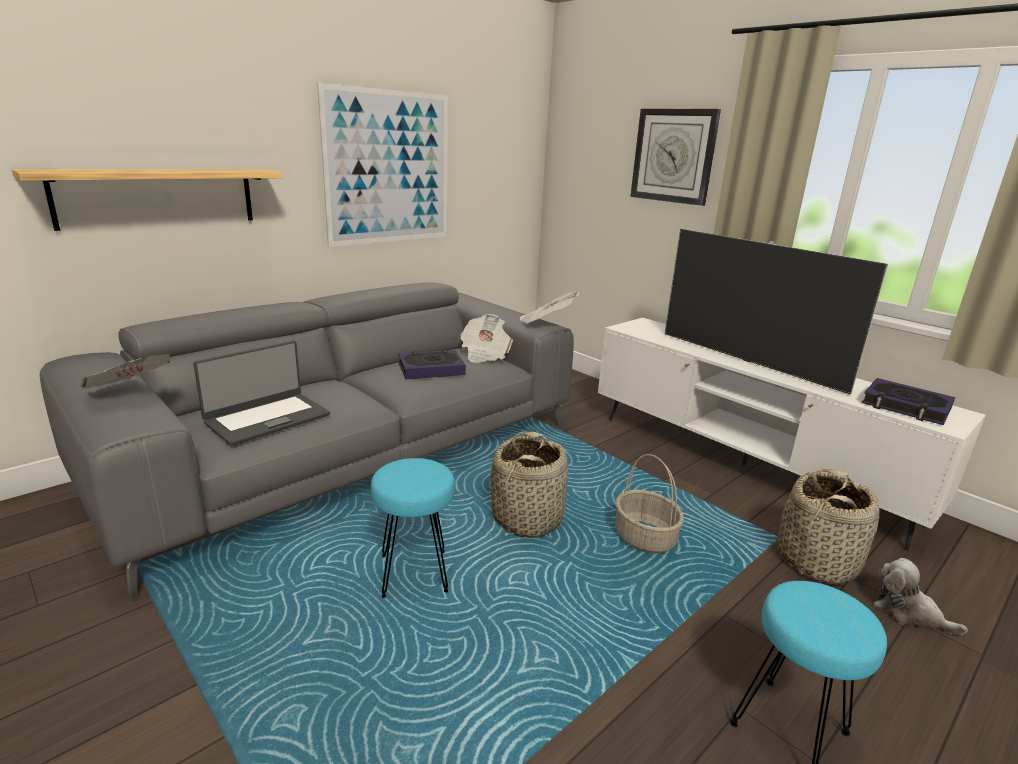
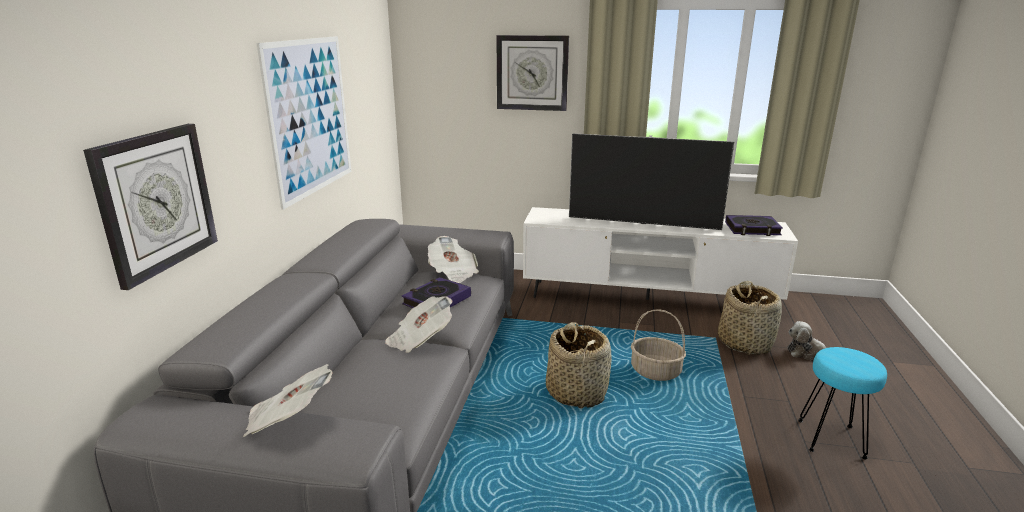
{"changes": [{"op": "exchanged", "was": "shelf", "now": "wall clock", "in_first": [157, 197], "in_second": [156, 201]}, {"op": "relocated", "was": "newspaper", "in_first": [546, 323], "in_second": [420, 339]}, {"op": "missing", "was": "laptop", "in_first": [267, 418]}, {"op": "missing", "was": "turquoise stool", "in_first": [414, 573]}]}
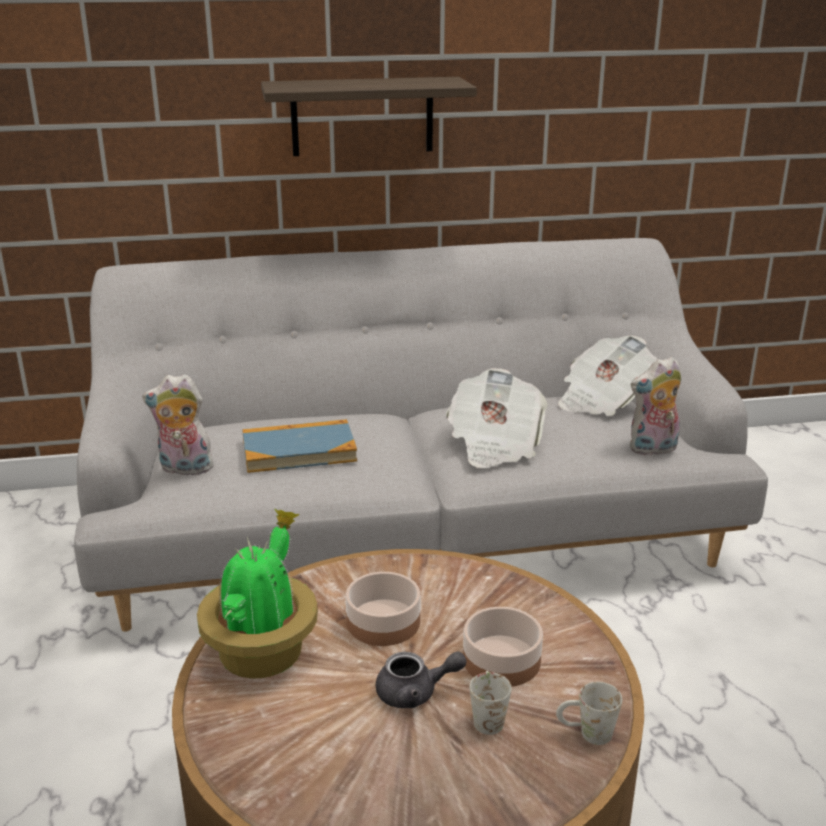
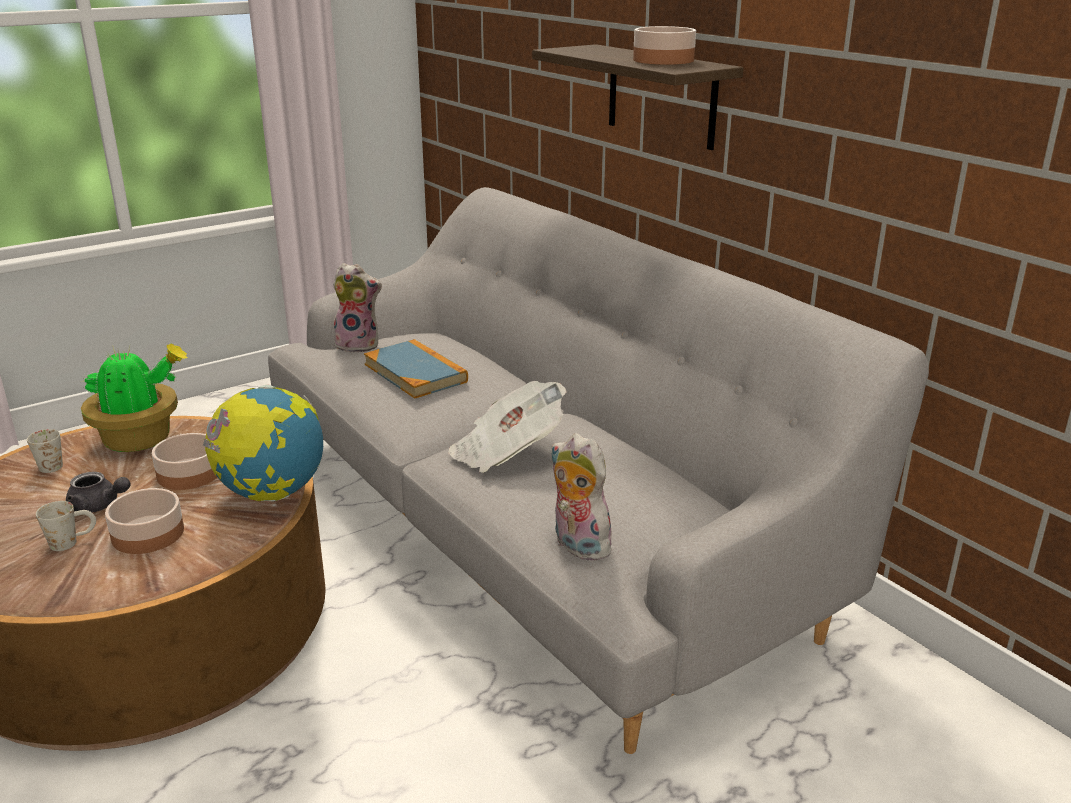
{"changes": [{"op": "missing", "was": "newspaper", "in_first": [603, 400]}, {"op": "spun", "was": "plush toy", "in_first": [184, 469], "in_second": [359, 345], "clockwise": 120}, {"op": "spun", "was": "grey teapot", "in_first": [415, 693], "in_second": [98, 506], "clockwise": -45}, {"op": "relocated", "was": "white mug", "in_first": [586, 734], "in_second": [51, 464]}, {"op": "appeared", "now": "bowl", "in_second": [664, 60]}, {"op": "appeared", "now": "globe", "in_second": [272, 494]}]}
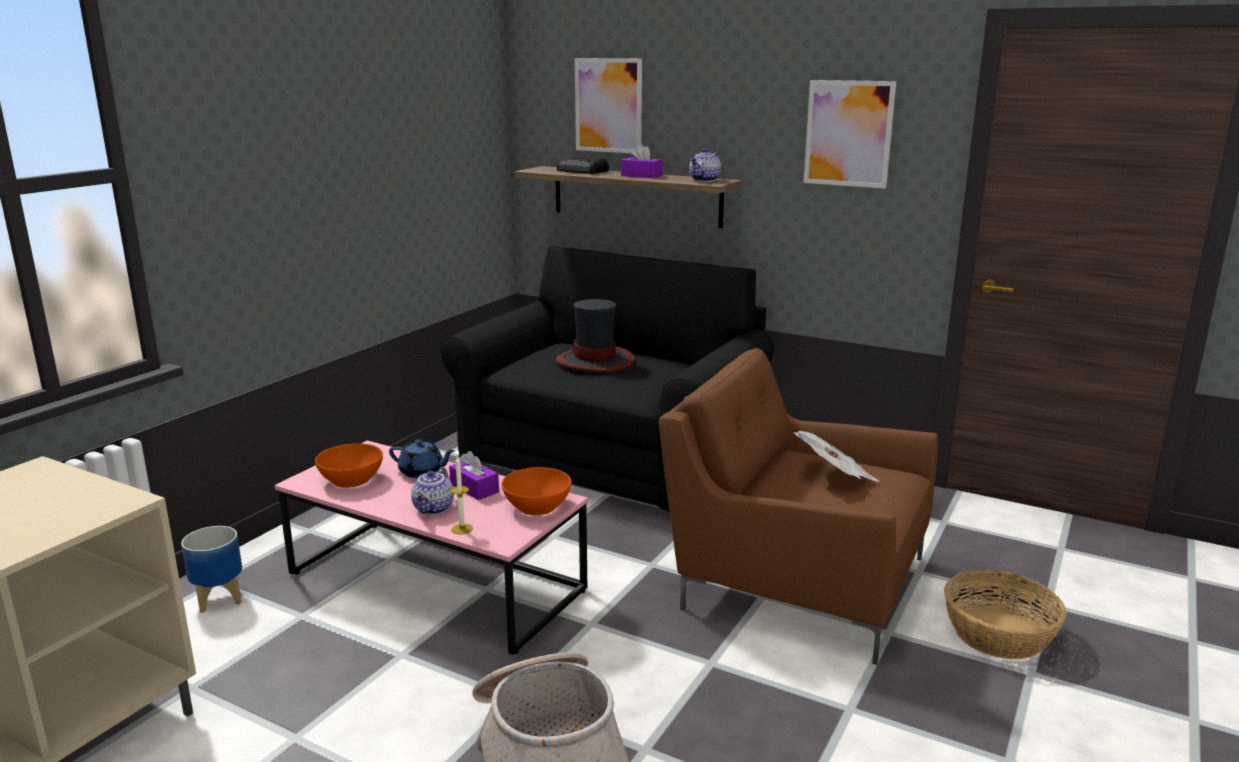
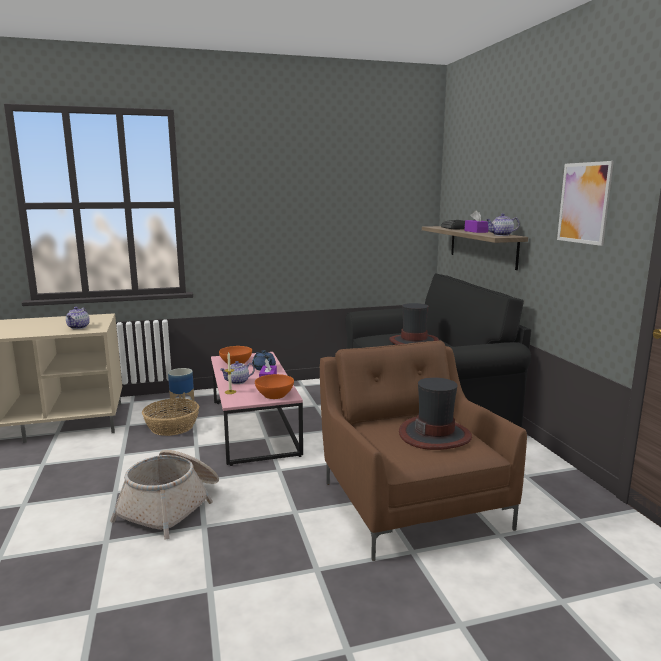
{"changes": [{"op": "missing", "was": "picture", "in_first": [608, 105]}, {"op": "exchanged", "was": "newspaper", "now": "hat", "in_first": [834, 477], "in_second": [435, 435]}, {"op": "relocated", "was": "basket", "in_first": [998, 634], "in_second": [171, 427]}, {"op": "appeared", "now": "teapot", "in_second": [79, 327]}]}
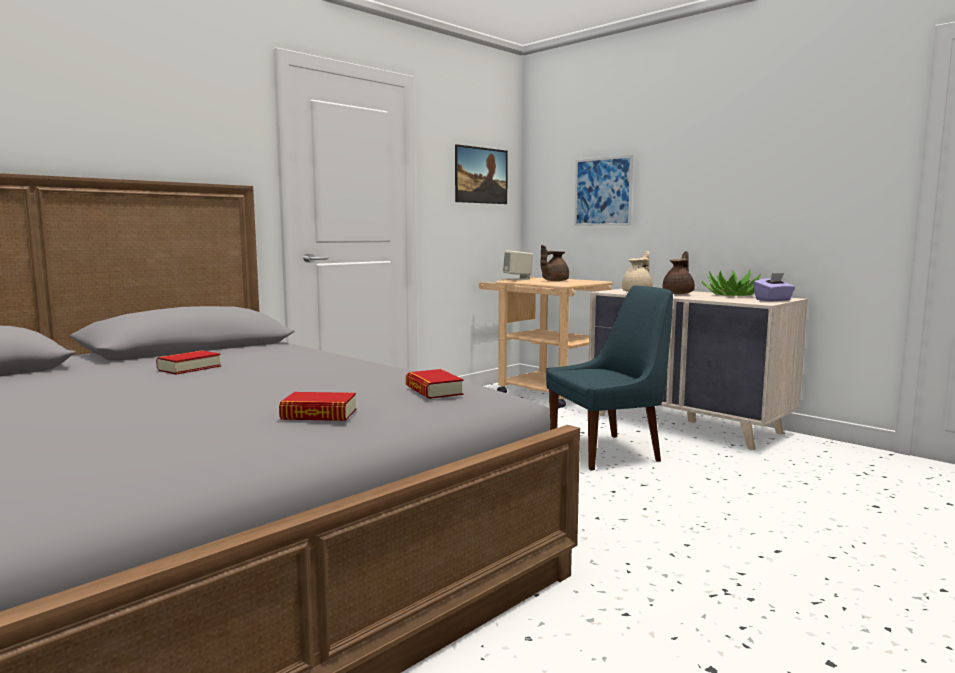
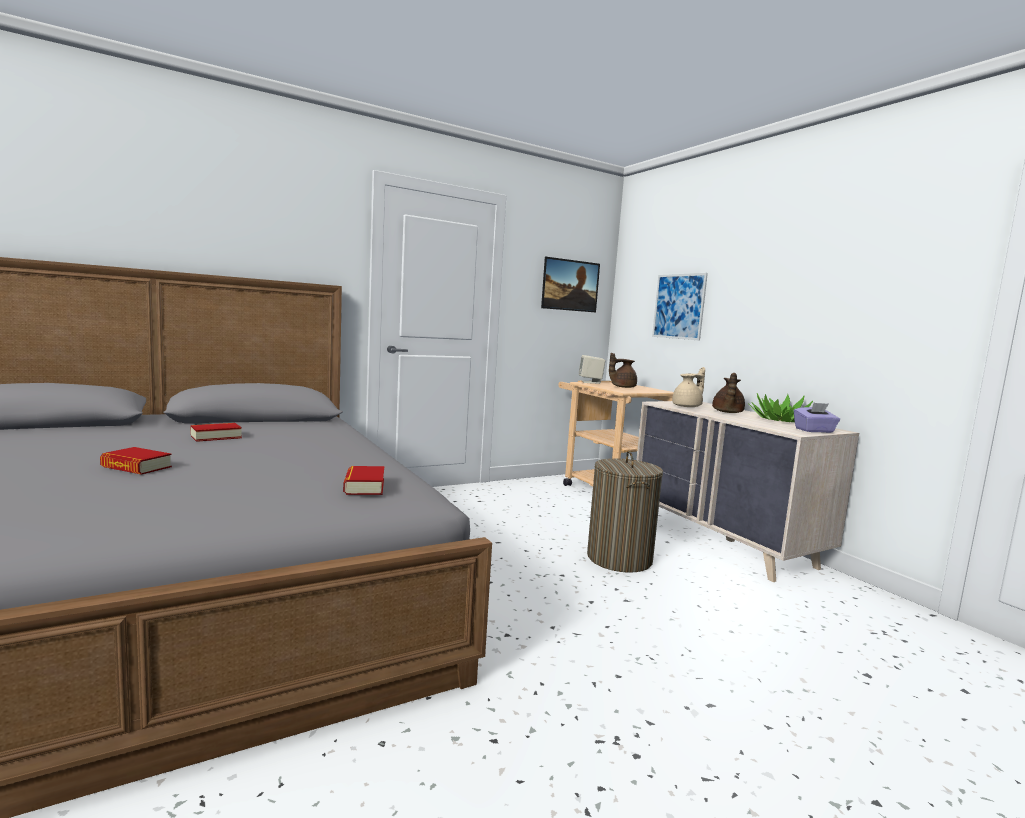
{"changes": [{"op": "spun", "was": "brown teapot", "in_first": [679, 293], "in_second": [727, 412], "clockwise": 150}, {"op": "exchanged", "was": "blue chair", "now": "laundry basket", "in_first": [608, 451], "in_second": [619, 559]}, {"op": "relocated", "was": "book", "in_first": [319, 414], "in_second": [136, 467]}]}
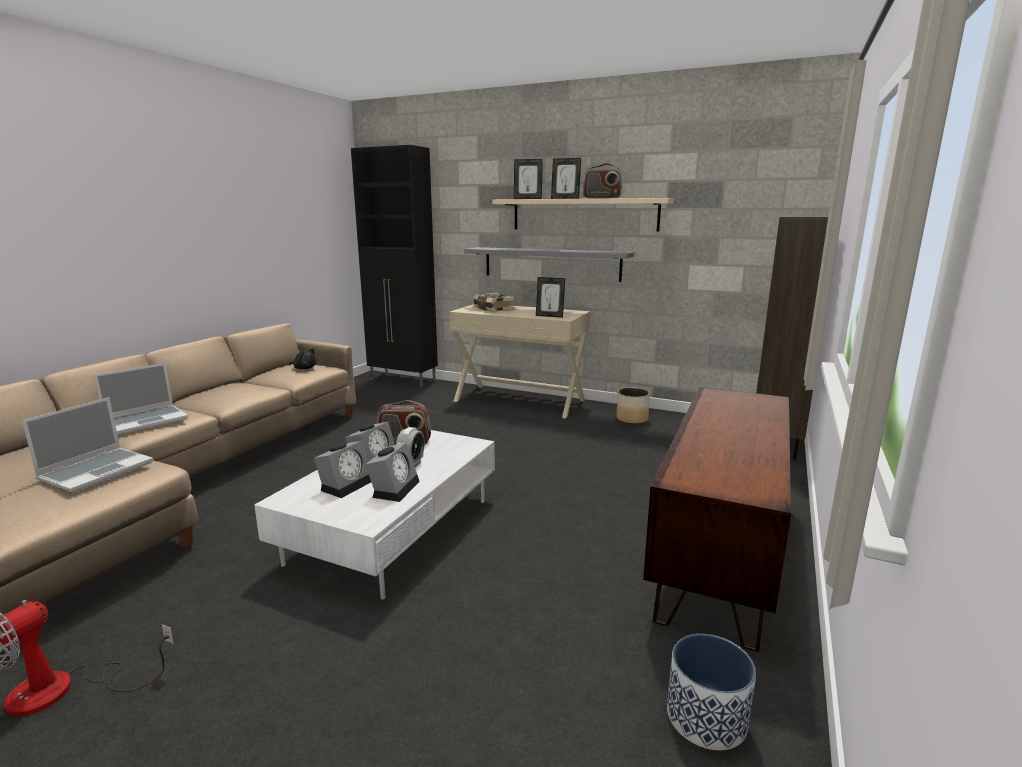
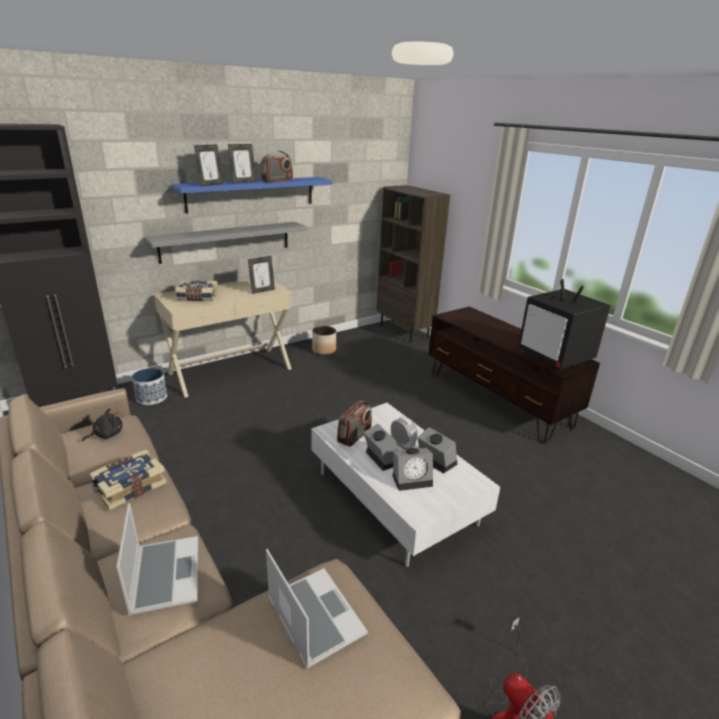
{"changes": [{"op": "colour", "was": "beige shelf", "now": "blue shelf", "in_first": [584, 214], "in_second": [251, 194]}, {"op": "spun", "was": "alarm clock", "in_first": [347, 484], "in_second": [412, 479], "clockwise": 105}, {"op": "relocated", "was": "planter", "in_first": [706, 718], "in_second": [152, 398]}, {"op": "appeared", "now": "television", "in_second": [556, 357]}, {"op": "appeared", "now": "book", "in_second": [129, 486]}]}
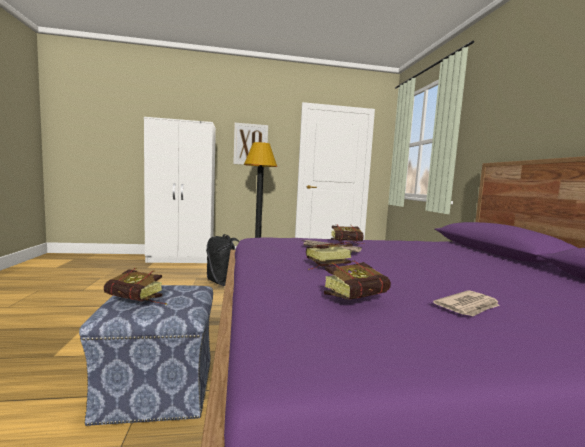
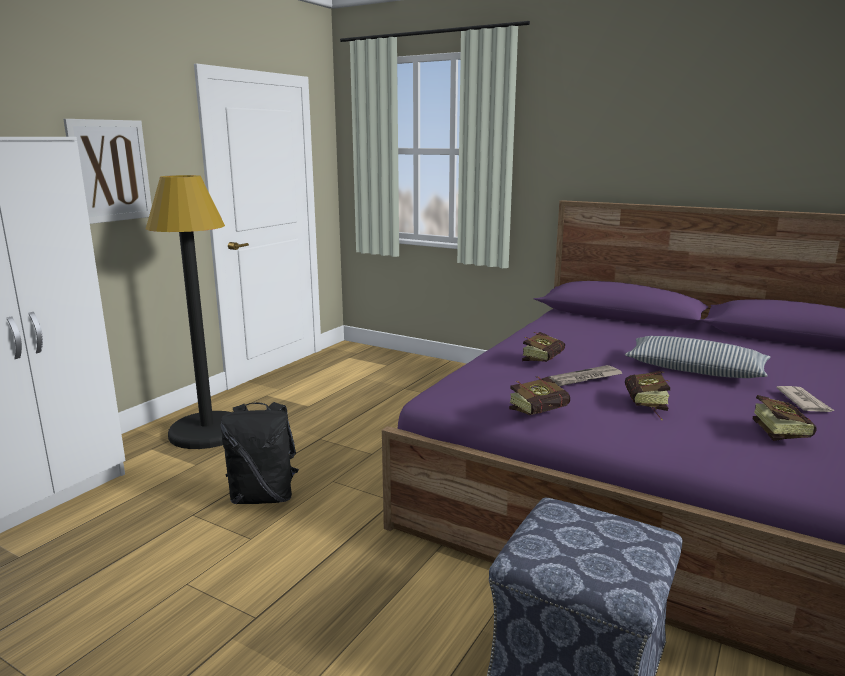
{"changes": [{"op": "relocated", "was": "book", "in_first": [138, 302], "in_second": [543, 413]}, {"op": "appeared", "now": "pillow", "in_second": [695, 370]}]}
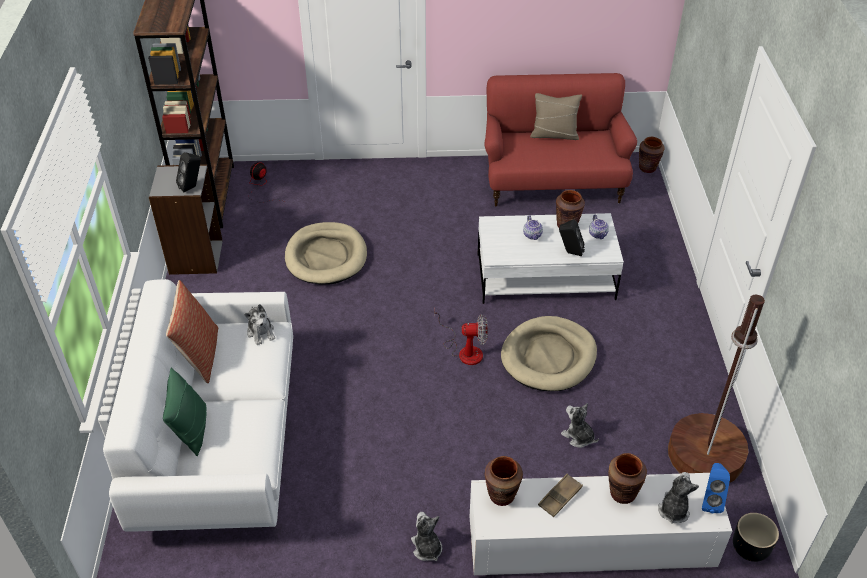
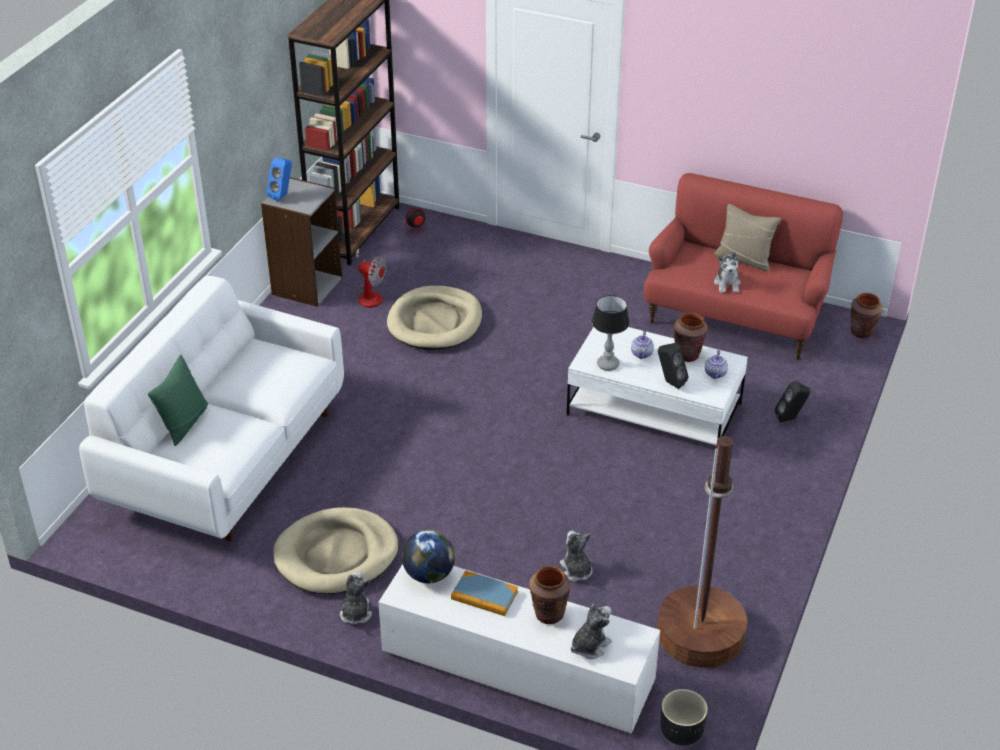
{"changes": [{"op": "relocated", "was": "black speaker", "in_first": [192, 187], "in_second": [790, 419]}, {"op": "missing", "was": "pillow", "in_first": [200, 355]}, {"op": "relocated", "was": "plush toy", "in_first": [261, 332], "in_second": [727, 284]}, {"op": "relocated", "was": "fan", "in_first": [464, 350], "in_second": [368, 294]}, {"op": "relocated", "was": "beige dog bed", "in_first": [549, 357], "in_second": [336, 555]}, {"op": "exchanged", "was": "brown vase", "now": "globe", "in_first": [501, 495], "in_second": [429, 575]}, {"op": "relocated", "was": "blue speaker", "in_first": [710, 501], "in_second": [282, 195]}, {"op": "exchanged", "was": "brown tray", "now": "book", "in_first": [560, 497], "in_second": [484, 596]}, {"op": "appeared", "now": "table lamp", "in_second": [607, 365]}]}
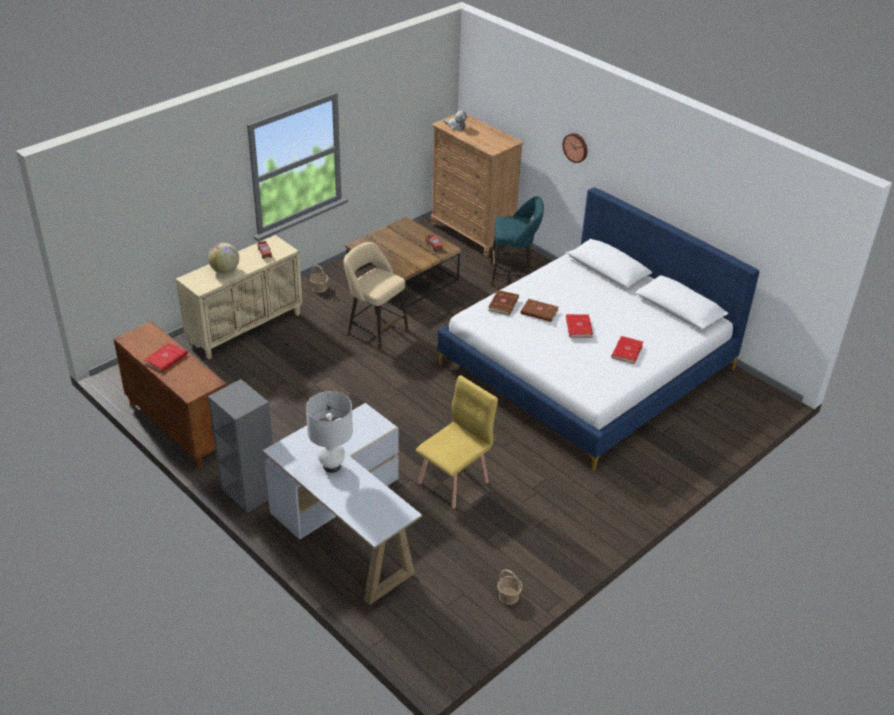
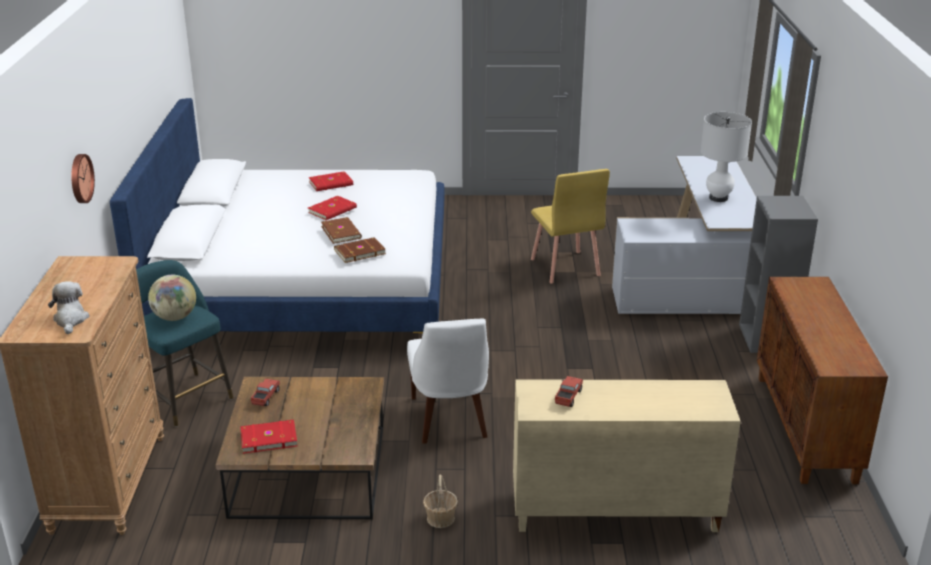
{"changes": [{"op": "exchanged", "was": "beige stool", "now": "white chair", "in_first": [375, 330], "in_second": [449, 420]}, {"op": "relocated", "was": "globe", "in_first": [225, 270], "in_second": [175, 317]}, {"op": "relocated", "was": "red book", "in_first": [166, 359], "in_second": [268, 438]}, {"op": "spun", "was": "yellow chair", "in_first": [454, 482], "in_second": [564, 267], "clockwise": -105}, {"op": "missing", "was": "basket", "in_first": [508, 596]}]}
